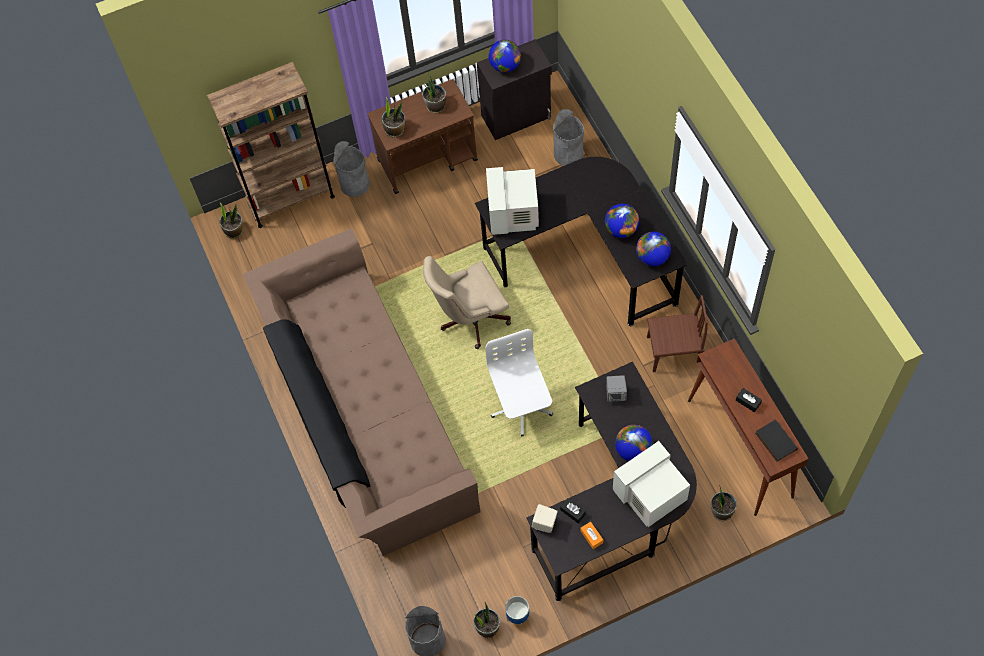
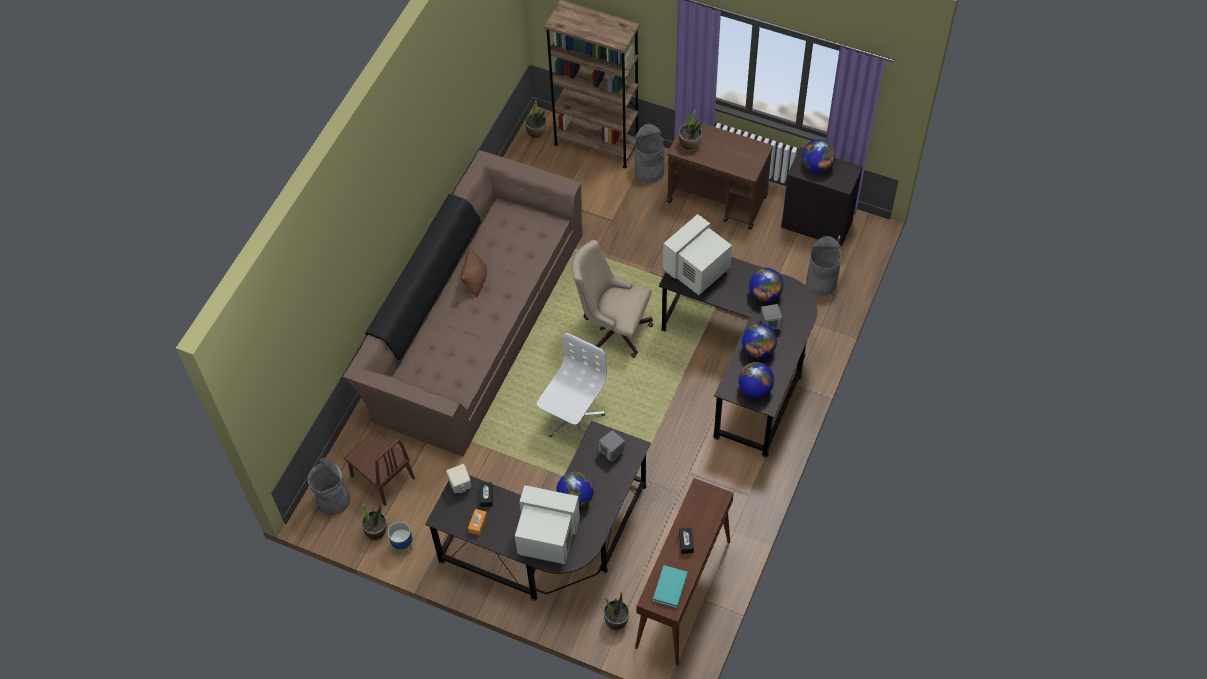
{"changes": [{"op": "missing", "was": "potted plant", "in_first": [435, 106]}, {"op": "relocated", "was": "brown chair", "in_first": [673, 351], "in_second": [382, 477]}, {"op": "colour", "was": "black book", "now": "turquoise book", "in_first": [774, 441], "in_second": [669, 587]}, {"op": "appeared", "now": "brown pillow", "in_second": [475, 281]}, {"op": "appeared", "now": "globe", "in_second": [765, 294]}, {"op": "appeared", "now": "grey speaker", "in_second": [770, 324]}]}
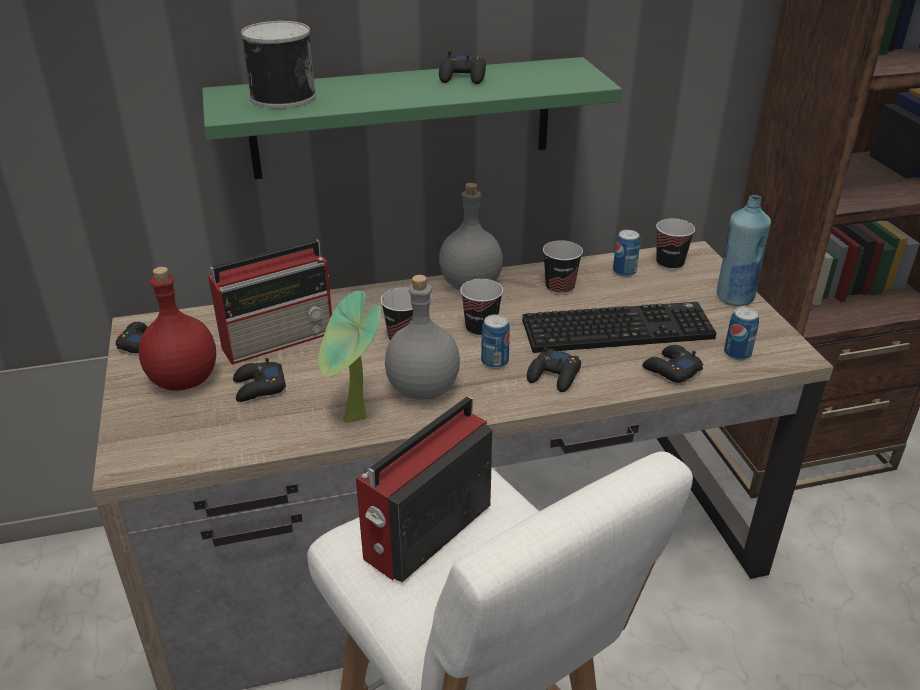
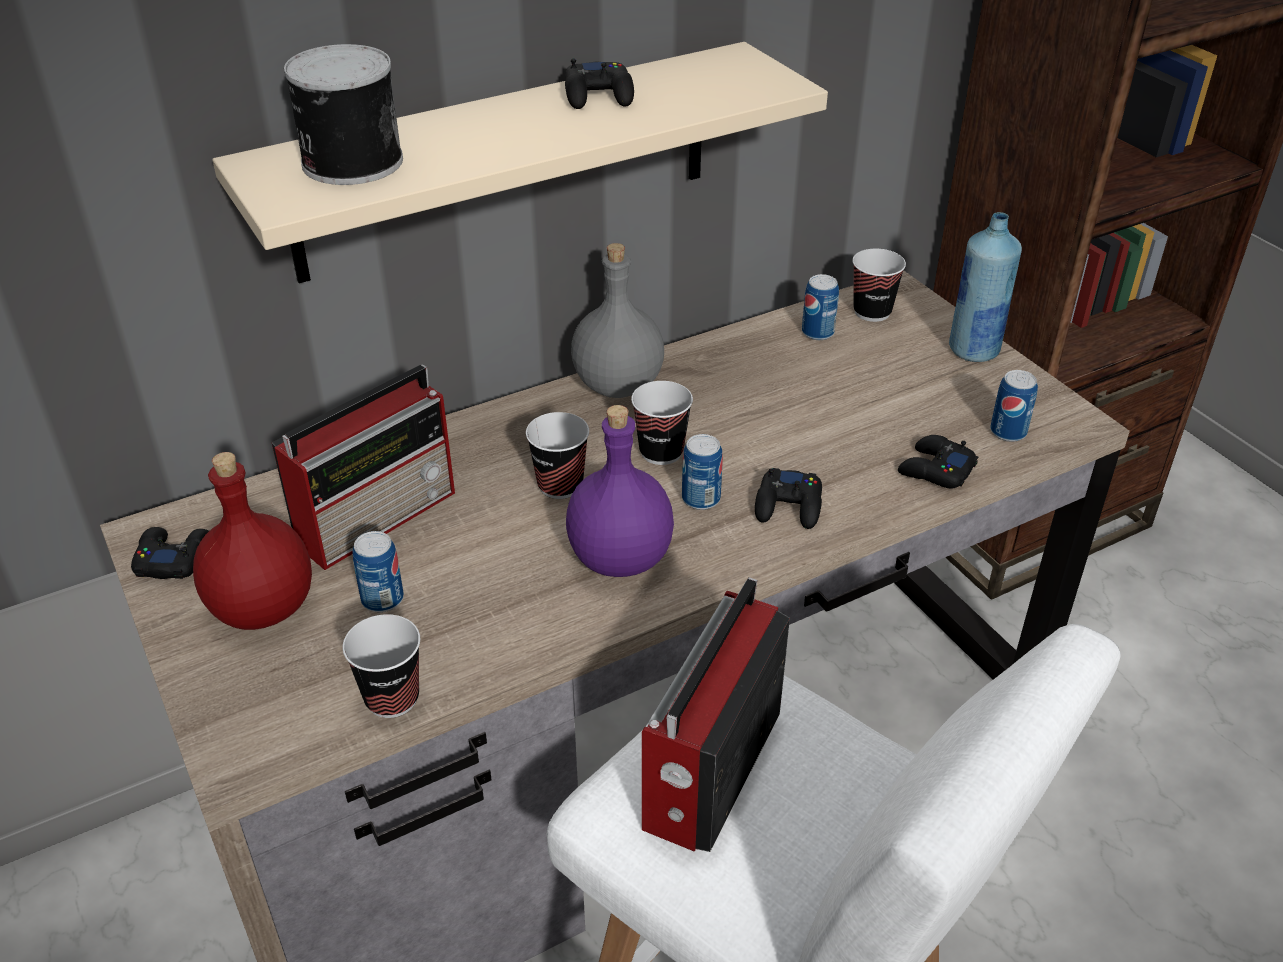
{"changes": [{"op": "colour", "was": "green shelf", "now": "beige shelf", "in_first": [403, 118], "in_second": [506, 162]}, {"op": "relocated", "was": "cup", "in_first": [559, 288], "in_second": [392, 698]}, {"op": "colour", "was": "grey bottle", "now": "purple bottle", "in_first": [422, 388], "in_second": [618, 558]}, {"op": "missing", "was": "potted plant", "in_first": [354, 421]}, {"op": "missing", "was": "keyboard", "in_first": [618, 328]}, {"op": "exchanged", "was": "black game controller", "now": "can", "in_first": [259, 387], "in_second": [382, 599]}]}
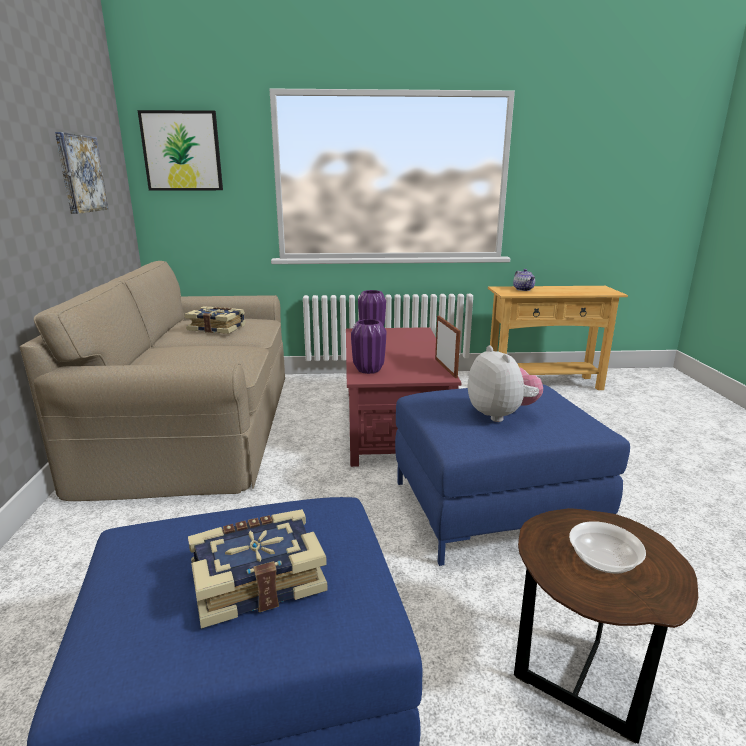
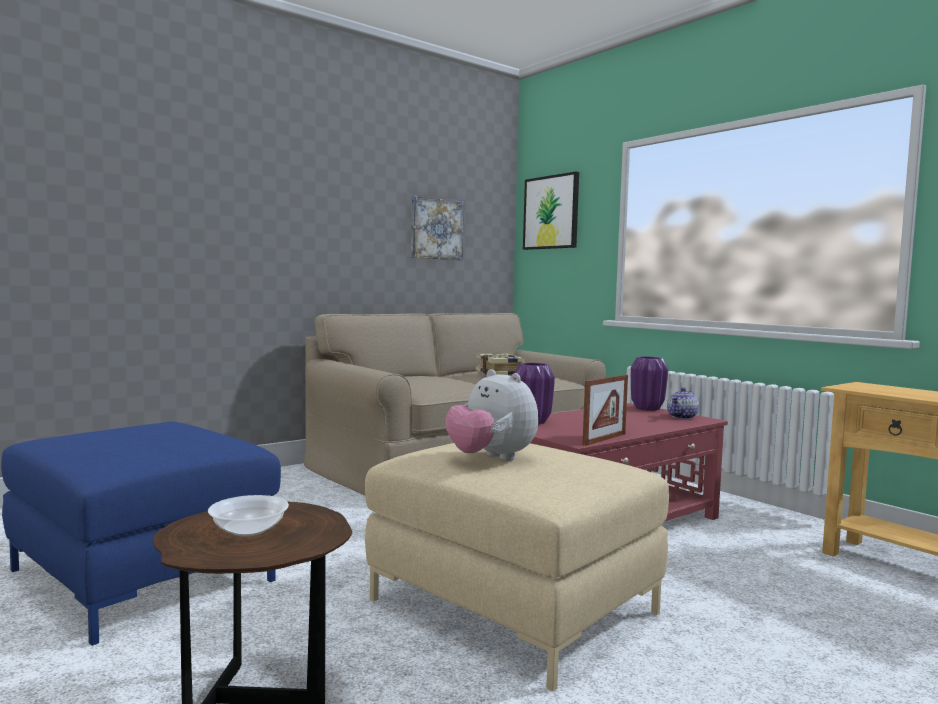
{"changes": [{"op": "relocated", "was": "teapot", "in_first": [523, 289], "in_second": [682, 417]}, {"op": "spun", "was": "plush toy", "in_first": [501, 415], "in_second": [491, 458], "clockwise": 105}, {"op": "colour", "was": "blue ottoman", "now": "beige ottoman", "in_first": [495, 507], "in_second": [514, 606]}, {"op": "missing", "was": "book", "in_first": [257, 579]}]}
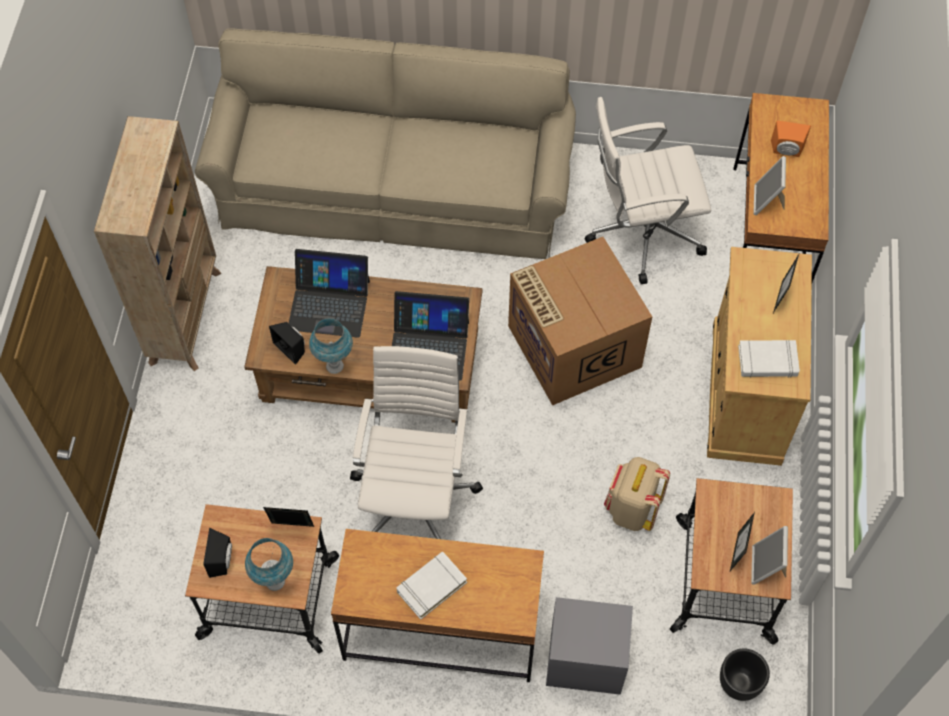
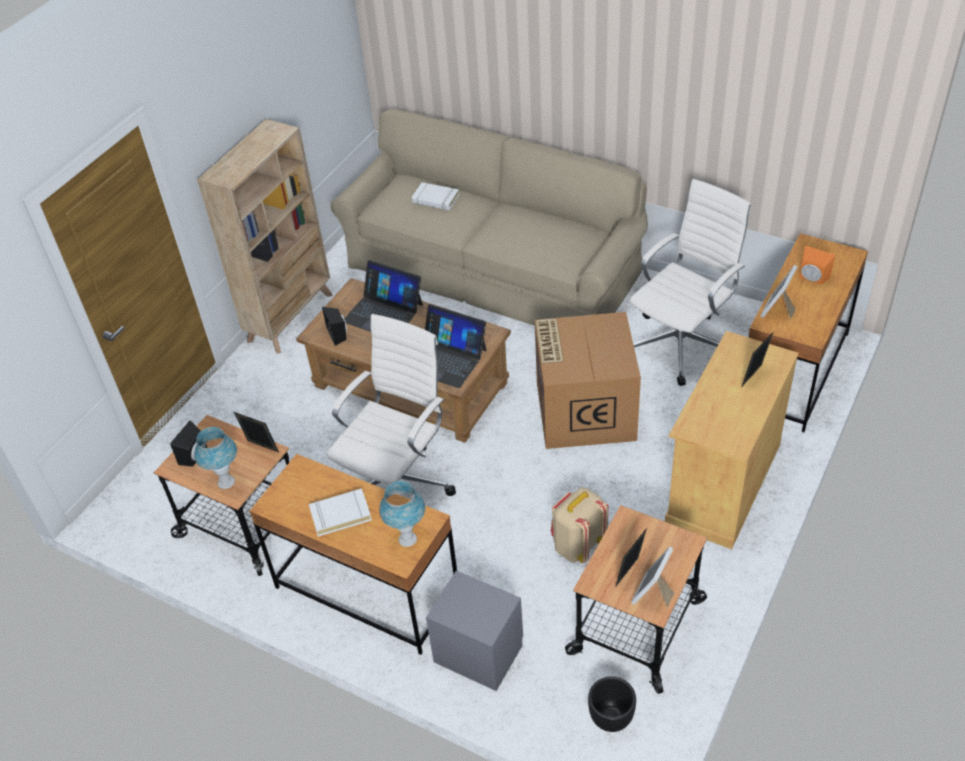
{"changes": [{"op": "spun", "was": "white office chair", "in_first": [641, 232], "in_second": [682, 344], "clockwise": 120}, {"op": "relocated", "was": "blue table lamp", "in_first": [335, 366], "in_second": [407, 539]}, {"op": "relocated", "was": "white book", "in_first": [767, 361], "in_second": [435, 199]}]}
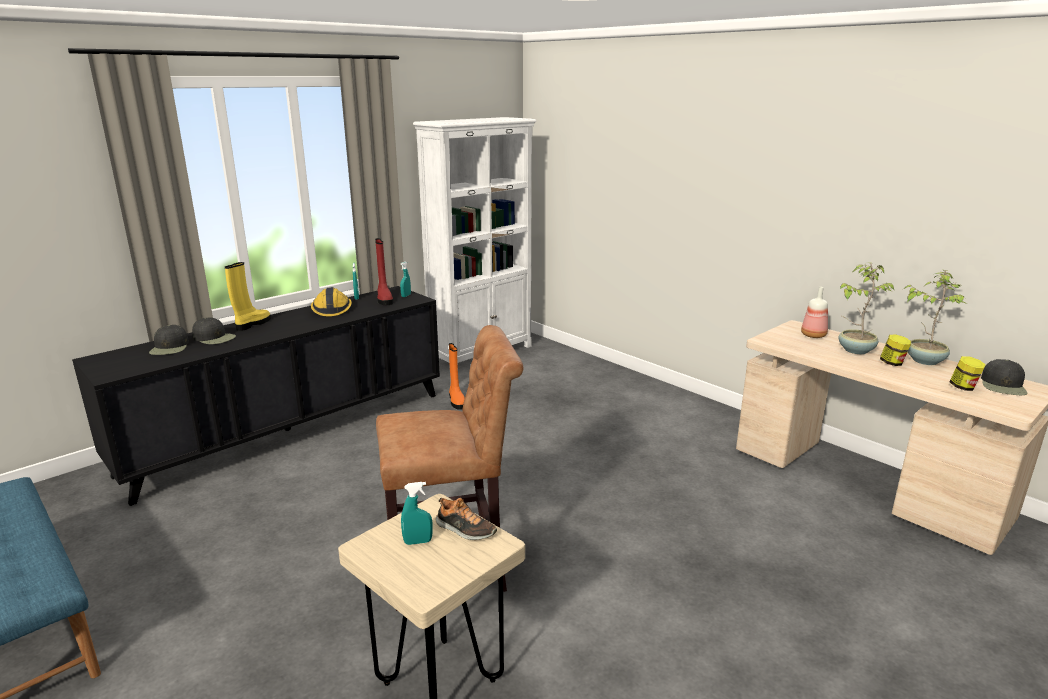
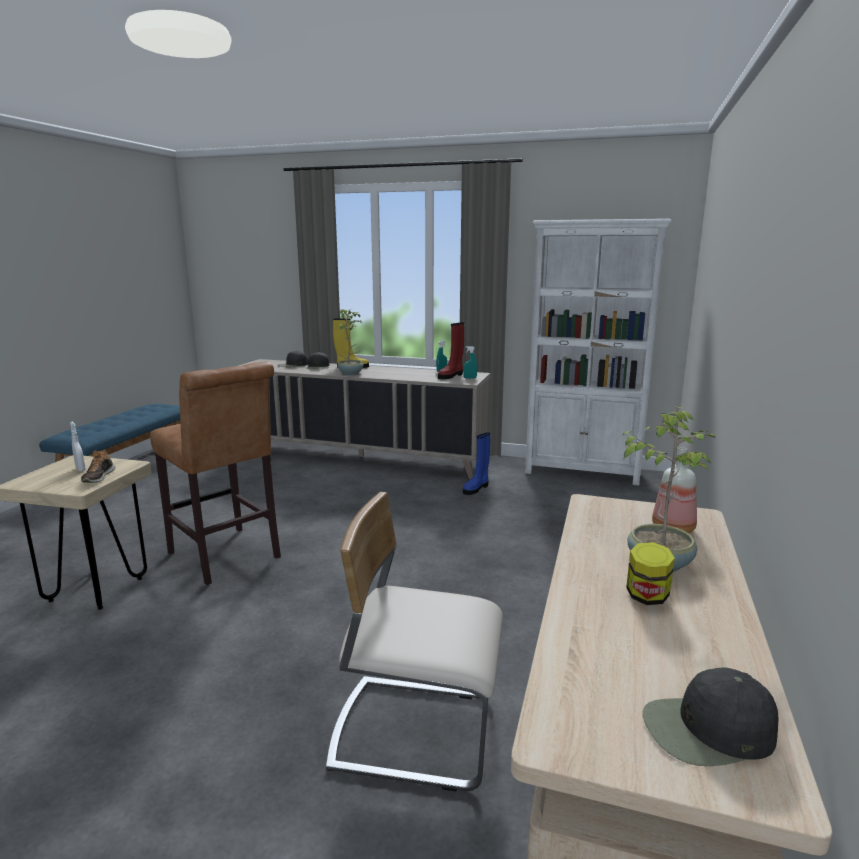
{"changes": [{"op": "relocated", "was": "potted plant", "in_first": [924, 360], "in_second": [351, 373]}, {"op": "colour", "was": "black cabinet", "now": "beige cabinet", "in_first": [290, 432], "in_second": [359, 458]}, {"op": "missing", "was": "hard hat", "in_first": [332, 309]}, {"op": "colour", "was": "orange boot", "now": "blue boot", "in_first": [456, 401], "in_second": [476, 488]}, {"op": "missing", "was": "jar", "in_first": [963, 387]}, {"op": "colour", "was": "turquoise spray bottle", "now": "white spray bottle", "in_first": [418, 542], "in_second": [80, 469]}, {"op": "appeared", "now": "beige chair", "in_second": [415, 730]}]}
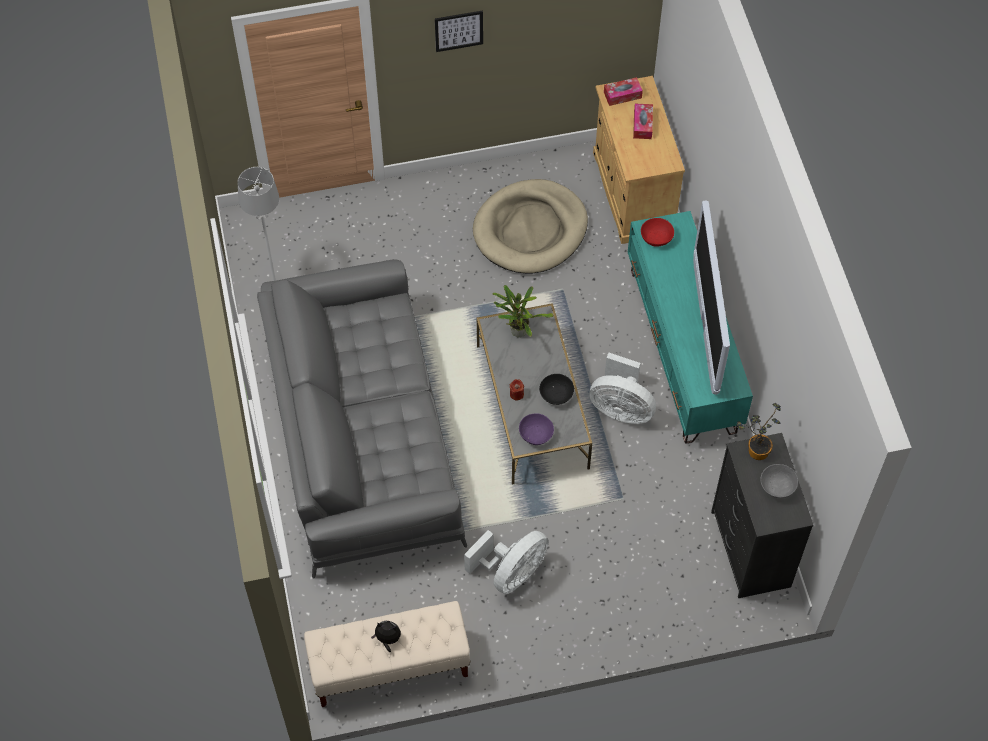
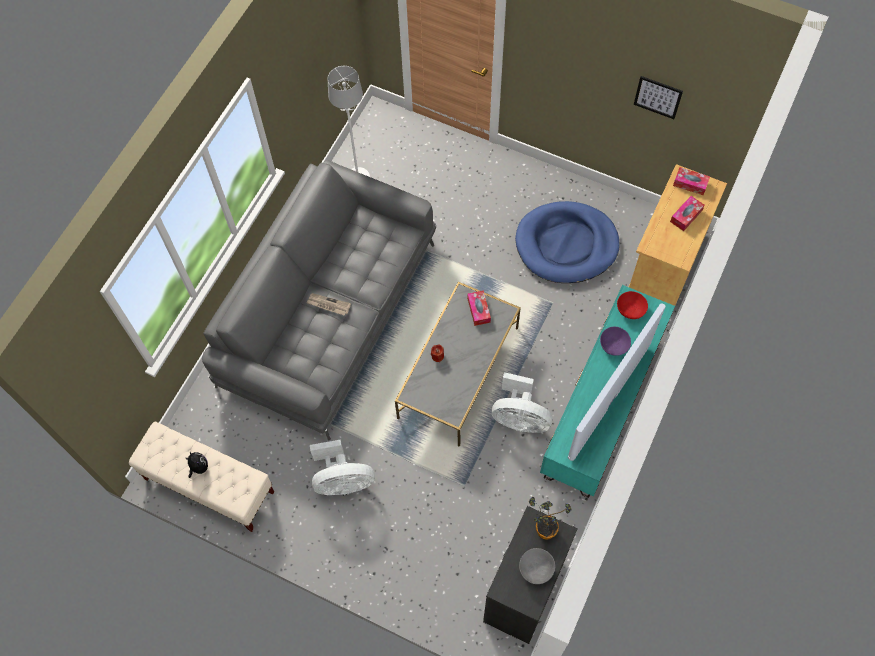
{"changes": [{"op": "relocated", "was": "picture", "in_first": [459, 30], "in_second": [658, 97]}, {"op": "colour", "was": "beige dog bed", "now": "blue dog bed", "in_first": [530, 230], "in_second": [566, 244]}, {"op": "exchanged", "was": "potted plant", "now": "tissue box", "in_first": [518, 330], "in_second": [478, 310]}, {"op": "spun", "was": "white fan", "in_first": [621, 408], "in_second": [519, 418], "clockwise": -45}, {"op": "missing", "was": "black bowl", "in_first": [556, 395]}, {"op": "relocated", "was": "purple bowl", "in_first": [536, 434], "in_second": [614, 345]}, {"op": "appeared", "now": "newspaper", "in_second": [328, 305]}]}
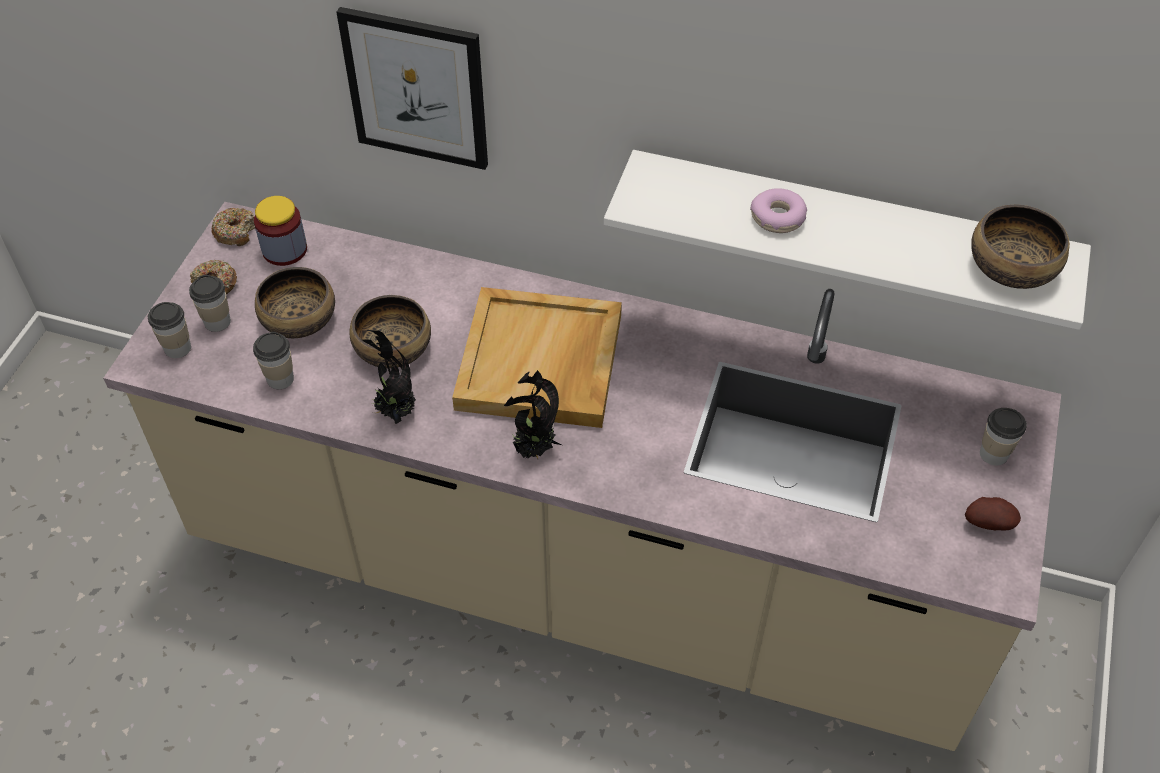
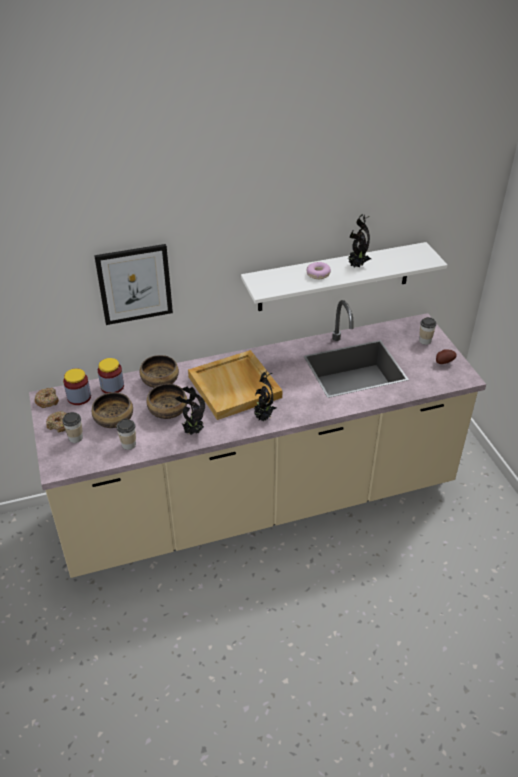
{"changes": [{"op": "relocated", "was": "bowl", "in_first": [1011, 266], "in_second": [159, 380]}, {"op": "missing", "was": "cup", "in_first": [177, 348]}, {"op": "appeared", "now": "potted plant", "in_second": [357, 266]}, {"op": "appeared", "now": "jar", "in_second": [112, 386]}]}
